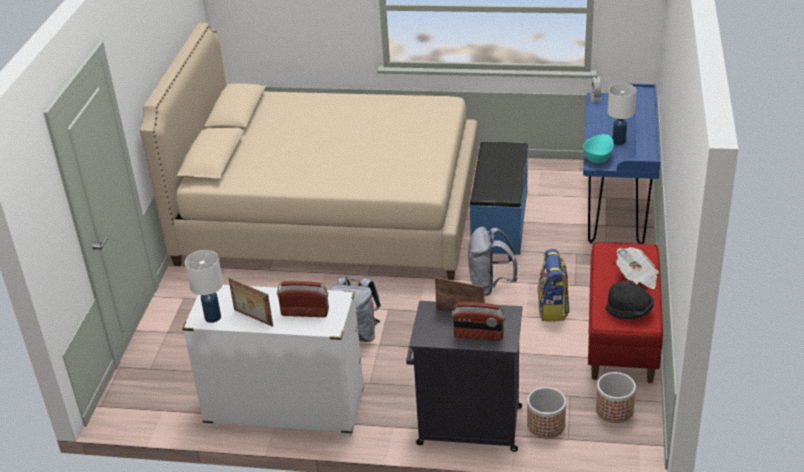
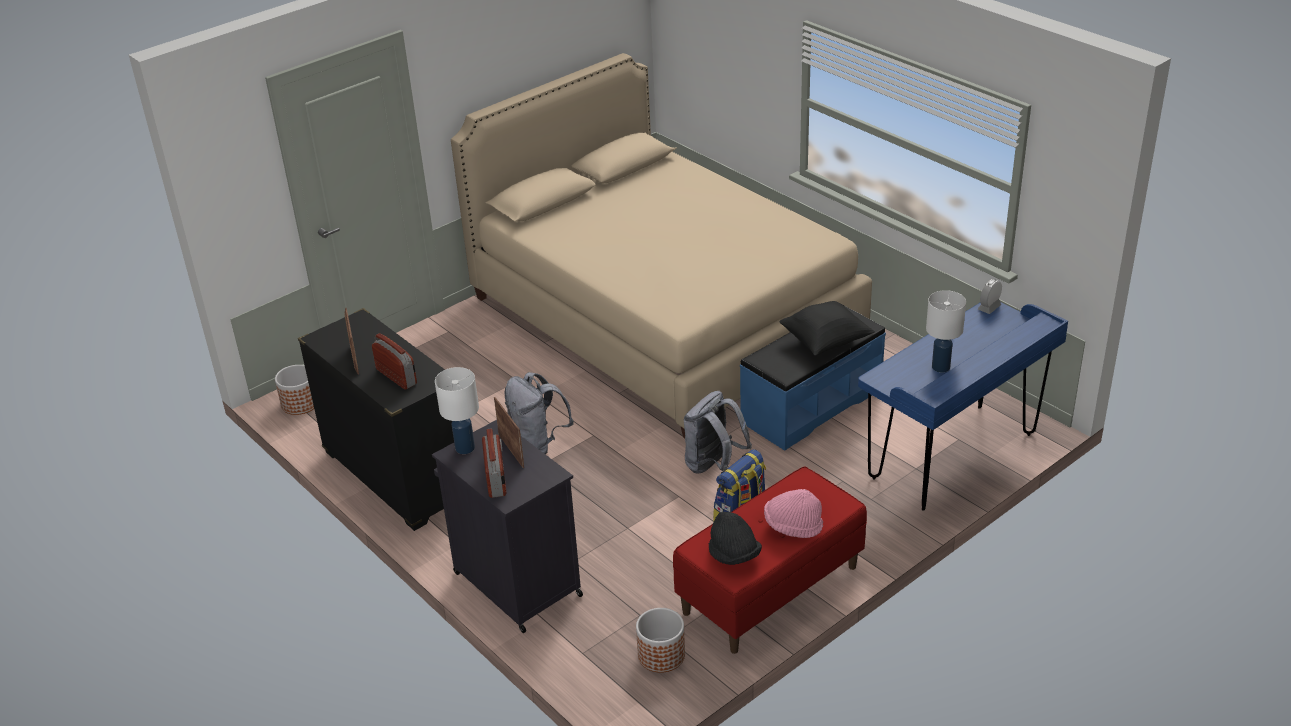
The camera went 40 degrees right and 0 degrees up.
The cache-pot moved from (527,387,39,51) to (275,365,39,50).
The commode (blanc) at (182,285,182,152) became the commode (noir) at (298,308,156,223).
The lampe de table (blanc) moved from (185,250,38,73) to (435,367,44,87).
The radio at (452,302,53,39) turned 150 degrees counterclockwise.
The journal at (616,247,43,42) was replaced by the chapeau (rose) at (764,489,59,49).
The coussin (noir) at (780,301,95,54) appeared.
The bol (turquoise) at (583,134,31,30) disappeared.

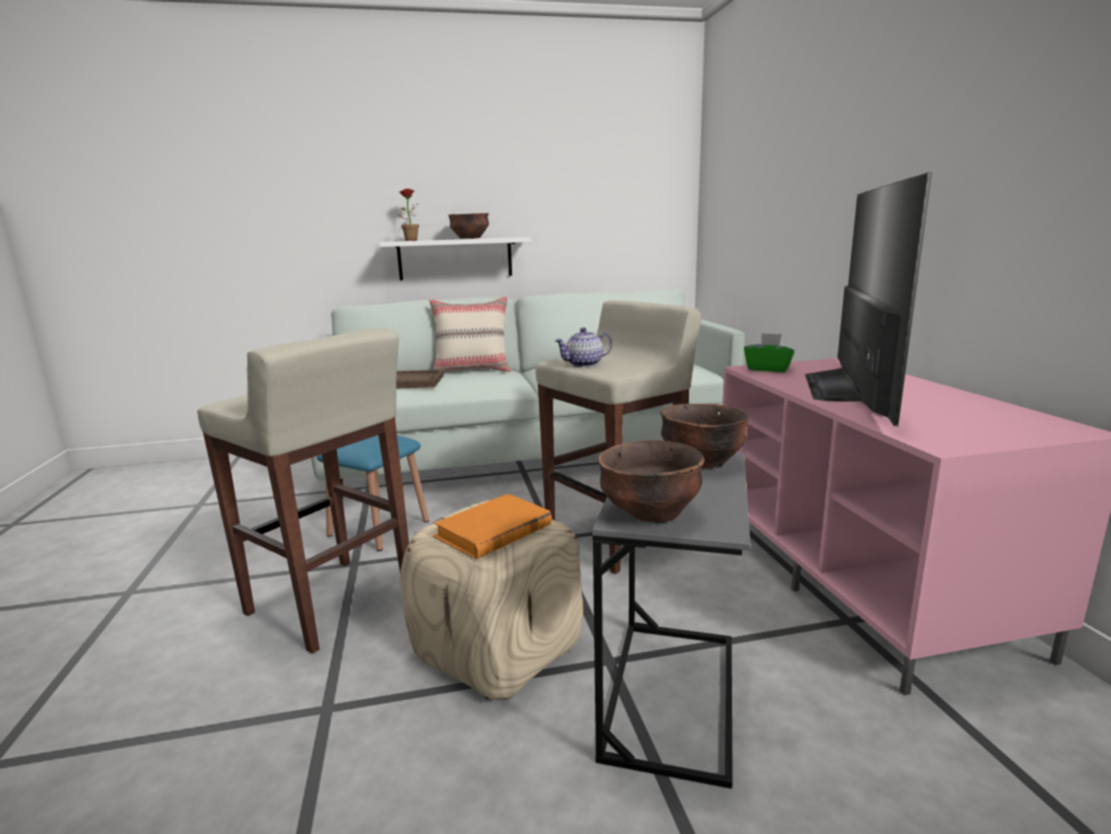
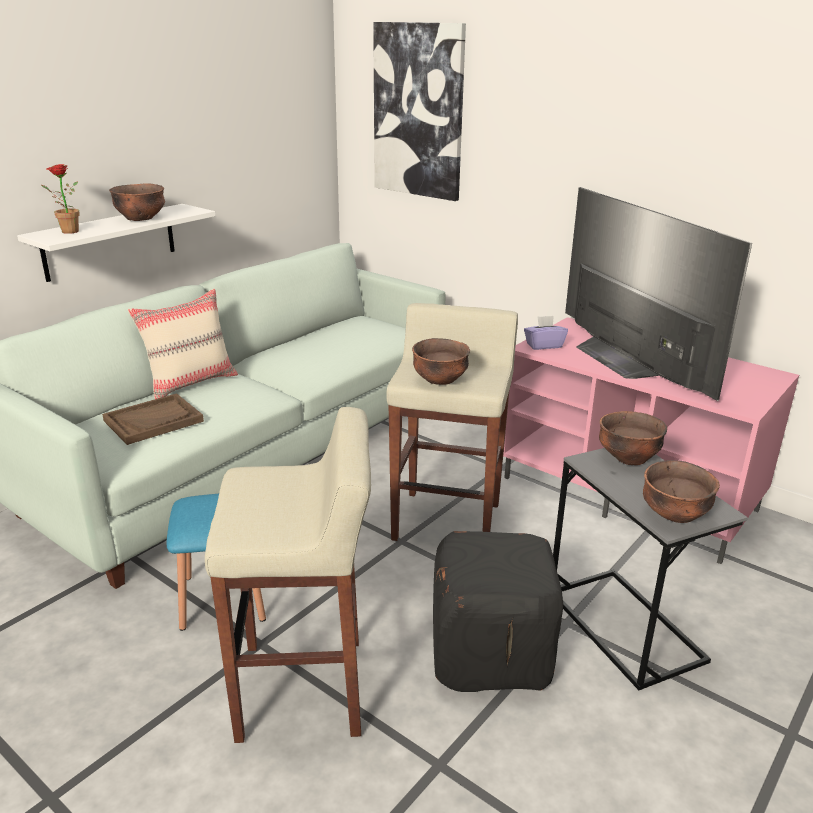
The camera went 40 degrees left and 10 degrees up.
The tableau at (373,22,93,179) appeared.
The théière at (554,328,58,39) was replaced by the bol (marron) at (412,338,58,47).
The pouf (beige) at (400,500,183,200) became the pouf (noir) at (433,531,130,161).
The boîte à mouchoirs (vert) at (744,333,51,39) became the boîte à mouchoirs (violet) at (524,316,44,34).
The livre (orange) at (433,494,119,65) disappeared.

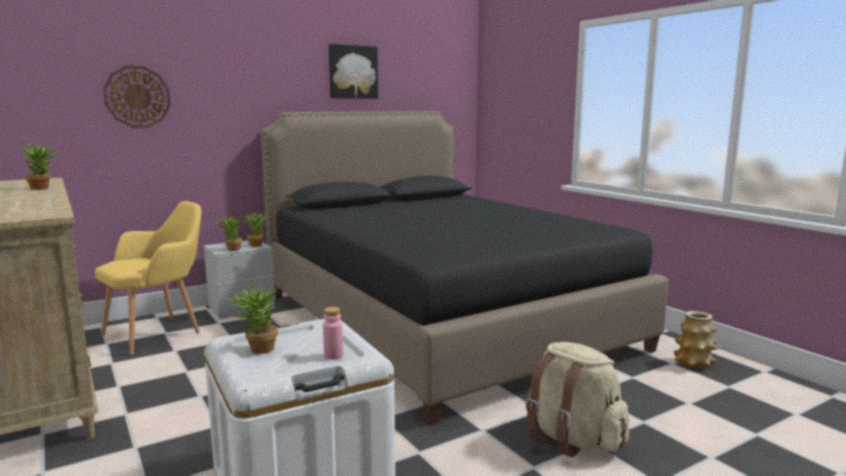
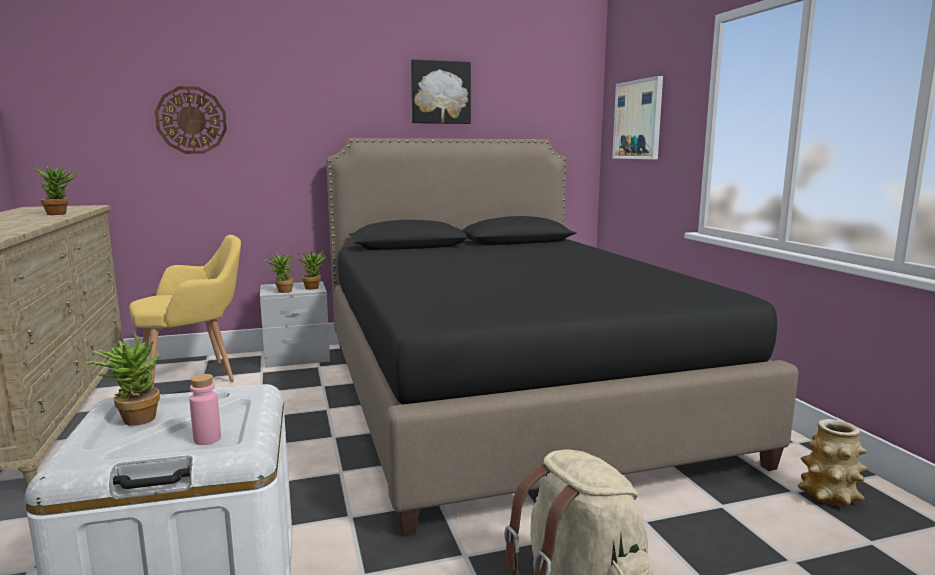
The camera went 15 degrees right and 0 degrees up.
The tableau at (612,76,51,83) appeared.

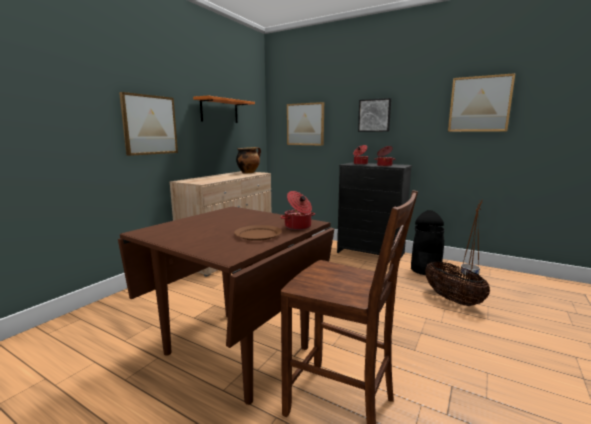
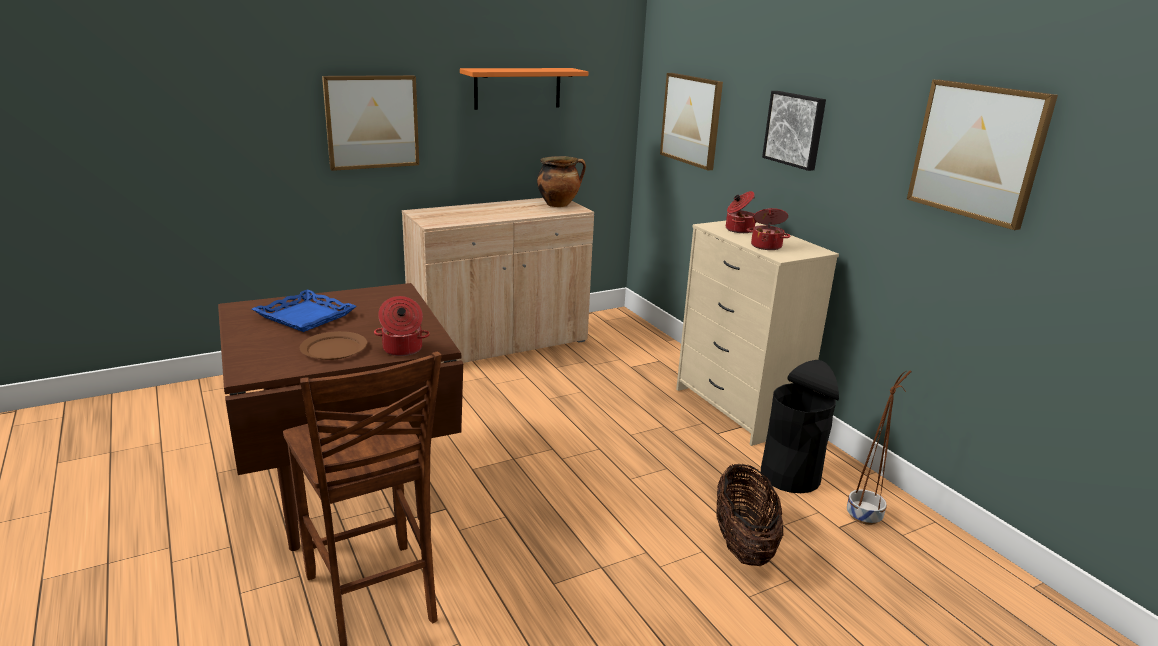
The camera went 30 degrees right and 10 degrees up.
The plateau (bleu) at (252,289,105,43) appeared.
The commode (noir) at (337,162,75,97) became the commode (beige) at (676,221,163,225).

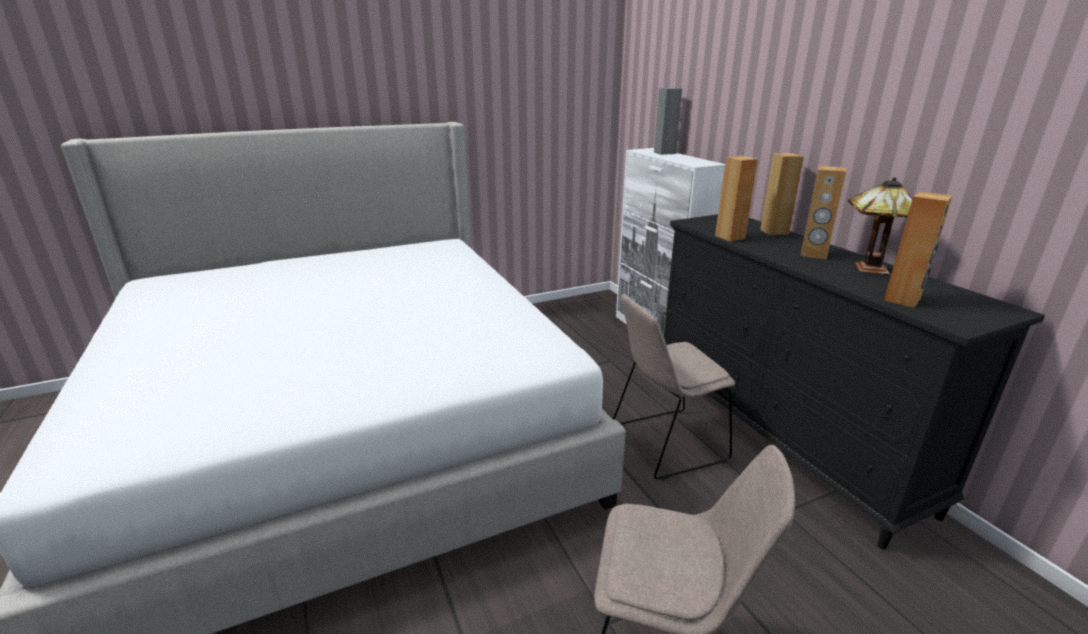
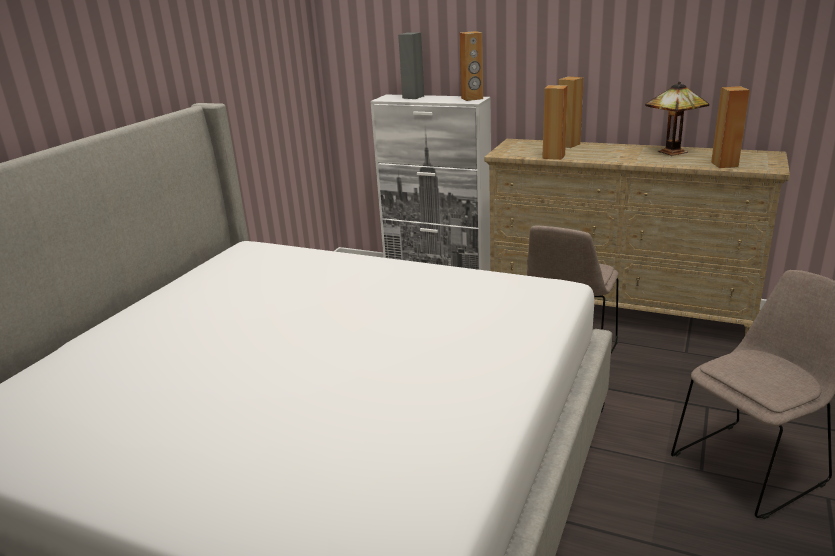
The camera went 40 degrees left and 0 degrees up.
The enceinte (marron) moved from (801,166,45,93) to (459,31,24,70).
The commode (noir) at (664,214,381,336) became the commode (beige) at (484,139,306,196).

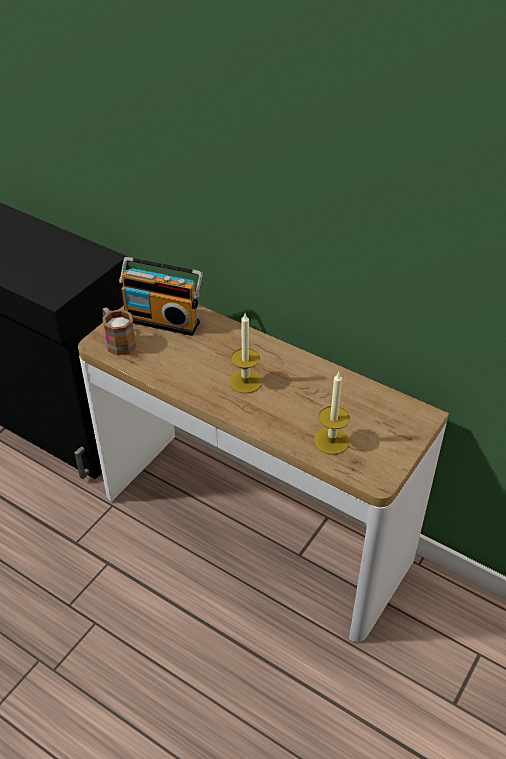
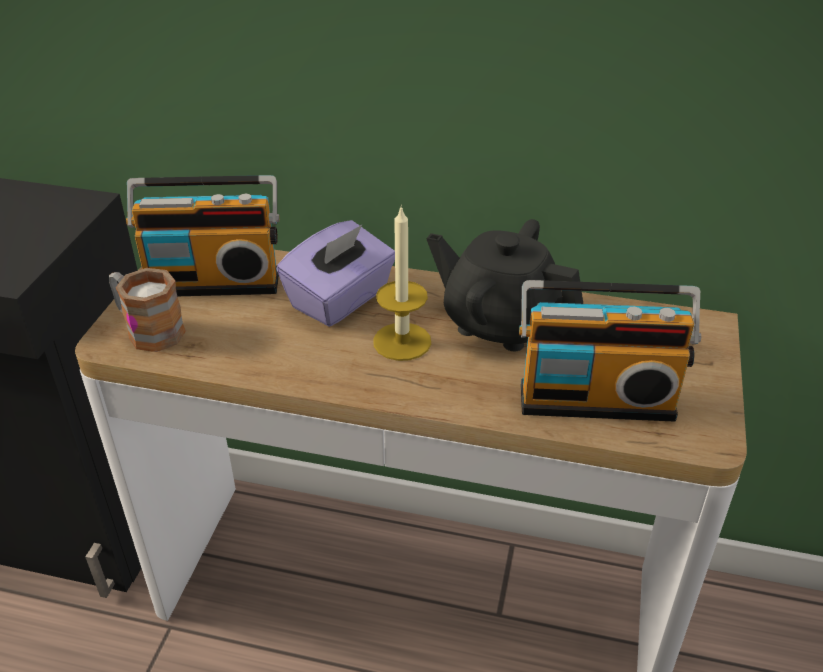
The camera went 20 degrees left and 5 degrees down.
The boîte à mouchoirs (violet) at (277,220,118,107) appeared.
The théière (noir) at (427,219,156,132) appeared.
The bougie at (314,372,36,83) was replaced by the radio at (519,280,182,142).

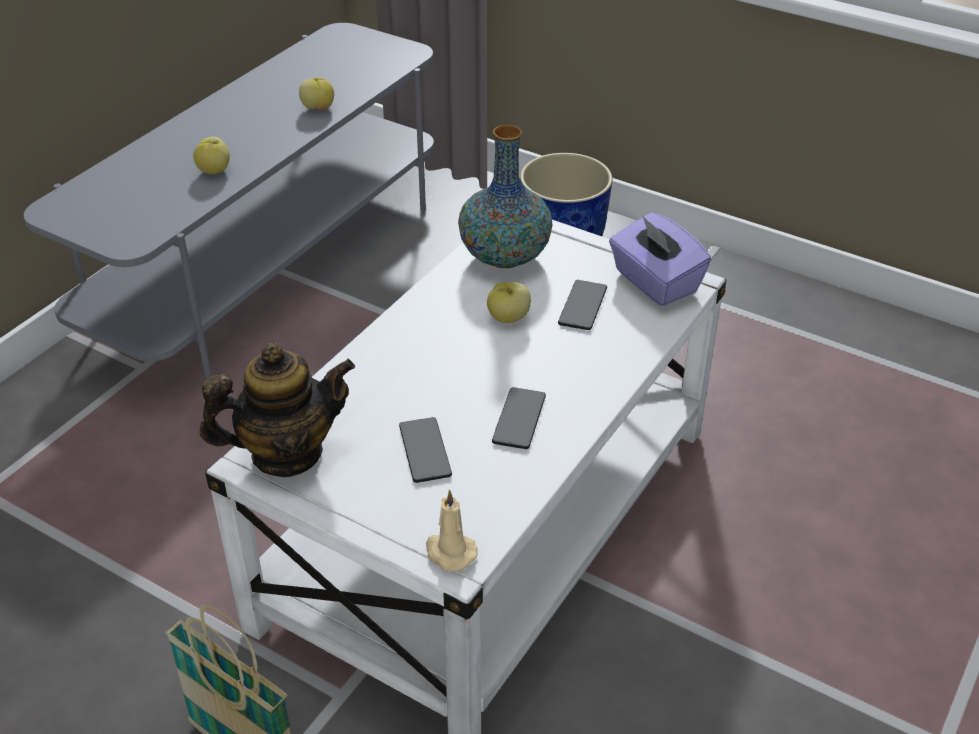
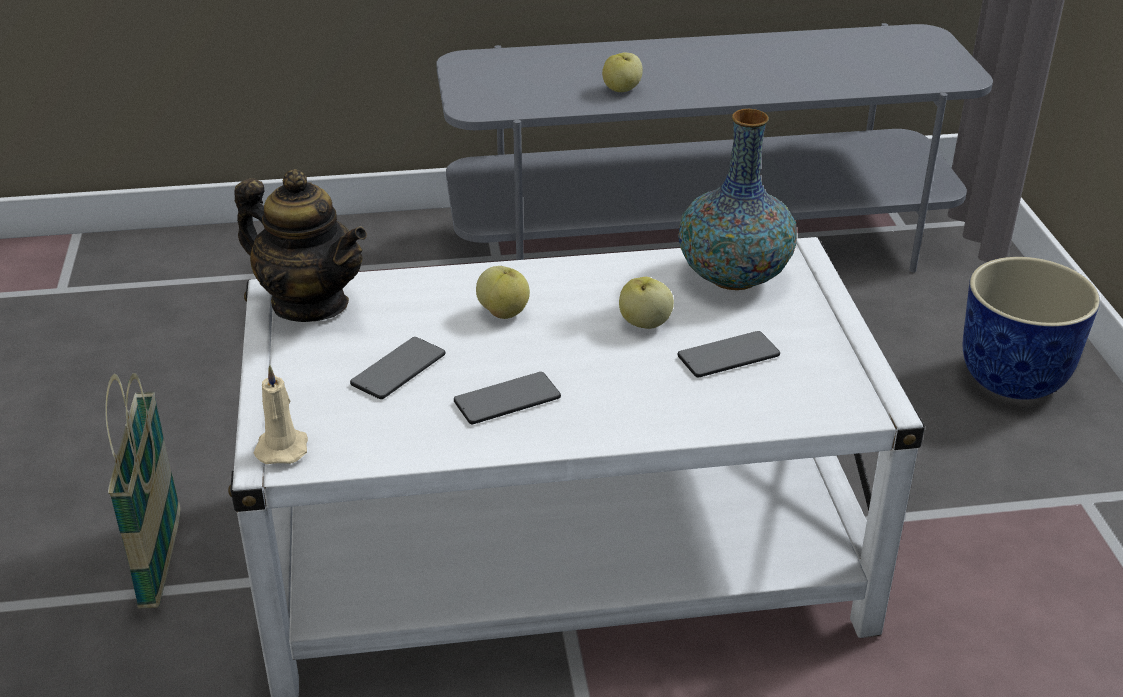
The camera went 50 degrees right and 5 degrees down.
The pomme moved from (299,78,35,32) to (476,266,54,53).
The boîte à mouchoirs (violet) at (609,212,102,94) disappeared.

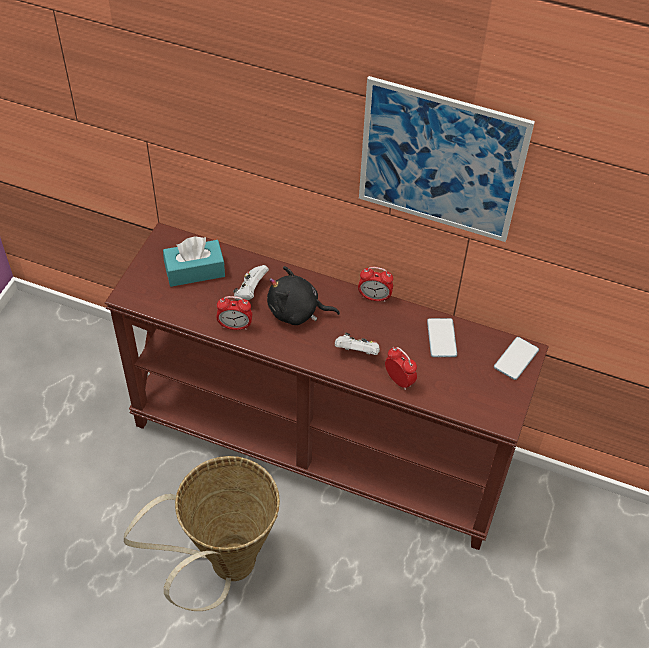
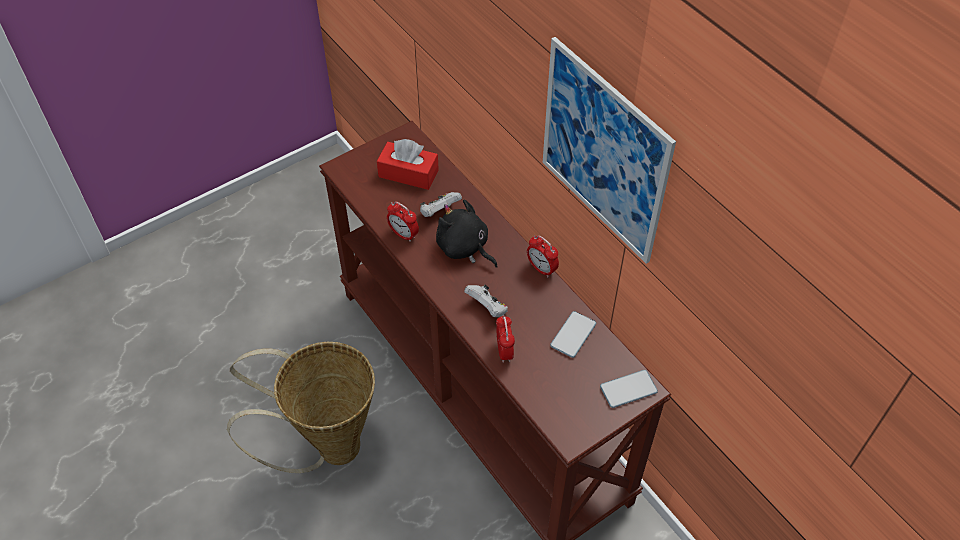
The camera went 35 degrees right and 0 degrees up.
The boîte à mouchoirs (turquoise) at (163,236,62,51) became the boîte à mouchoirs (rouge) at (377,139,62,51).

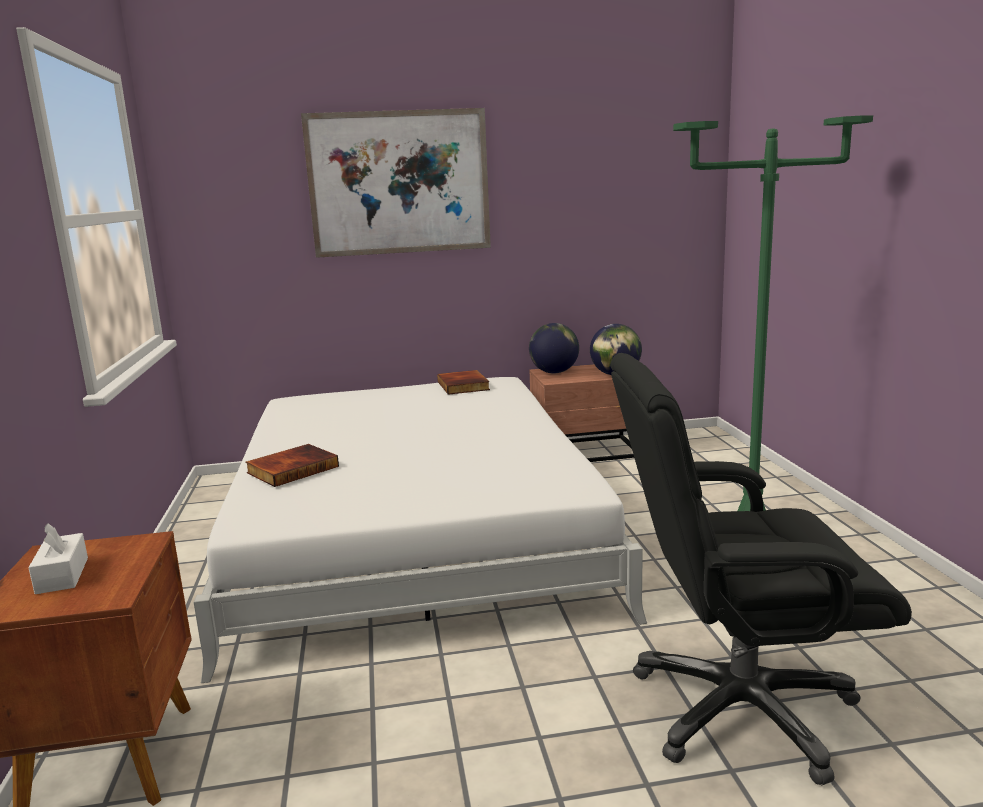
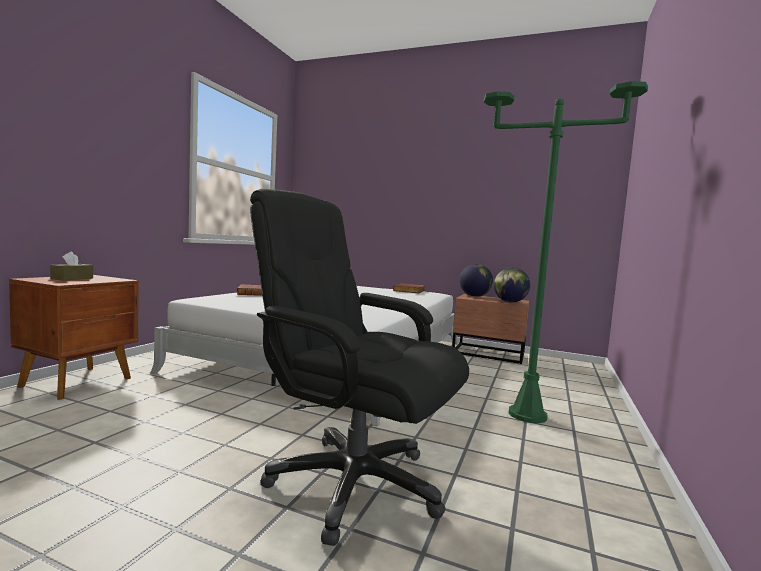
The camera went 30 degrees right and 10 degrees down.
The boîte à mouchoirs (blanc) at (28,523,60,71) became the boîte à mouchoirs (marron) at (50,251,43,30).
The tableau at (301,108,190,150) disappeared.

